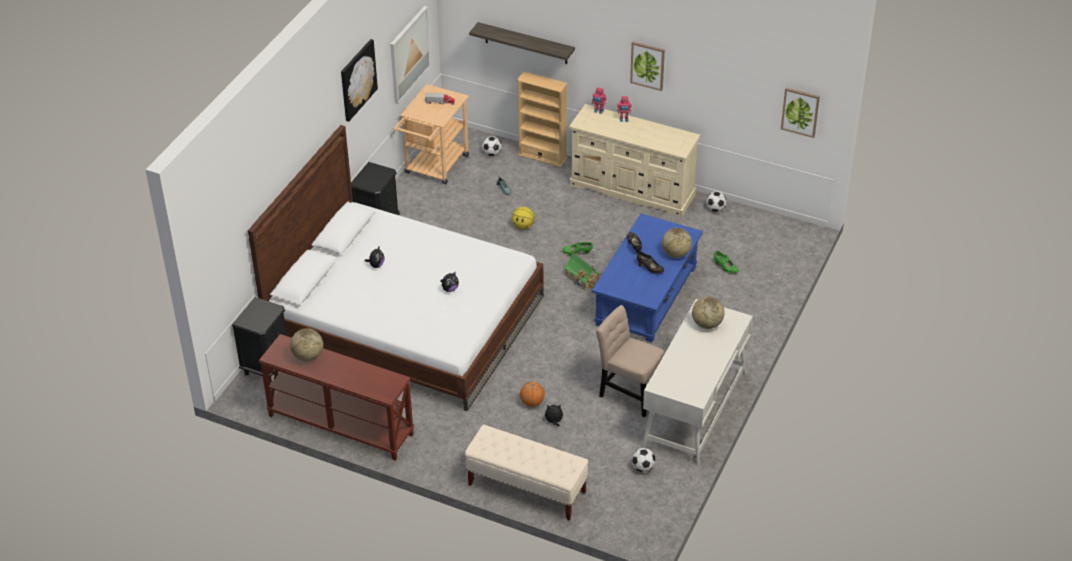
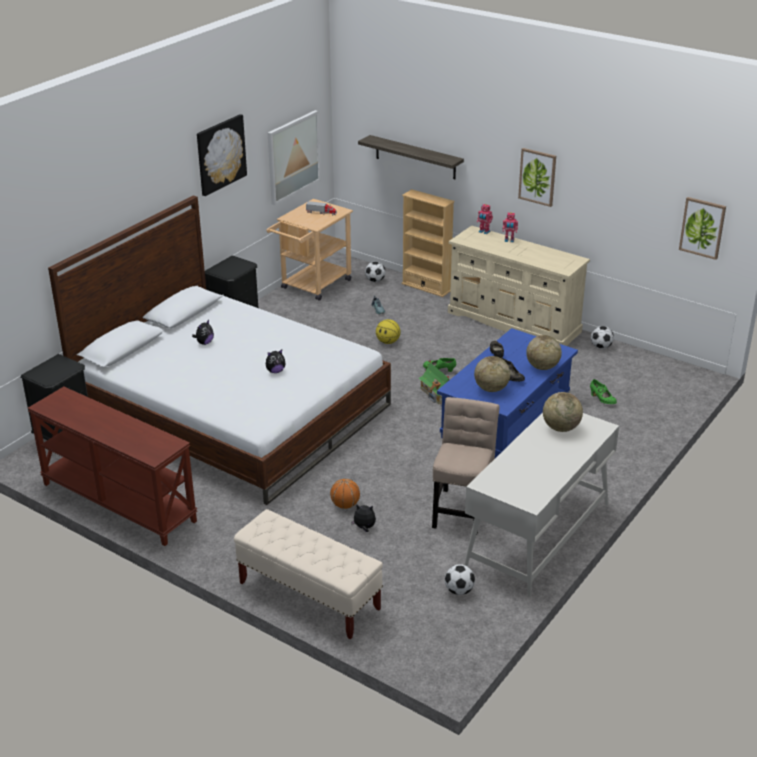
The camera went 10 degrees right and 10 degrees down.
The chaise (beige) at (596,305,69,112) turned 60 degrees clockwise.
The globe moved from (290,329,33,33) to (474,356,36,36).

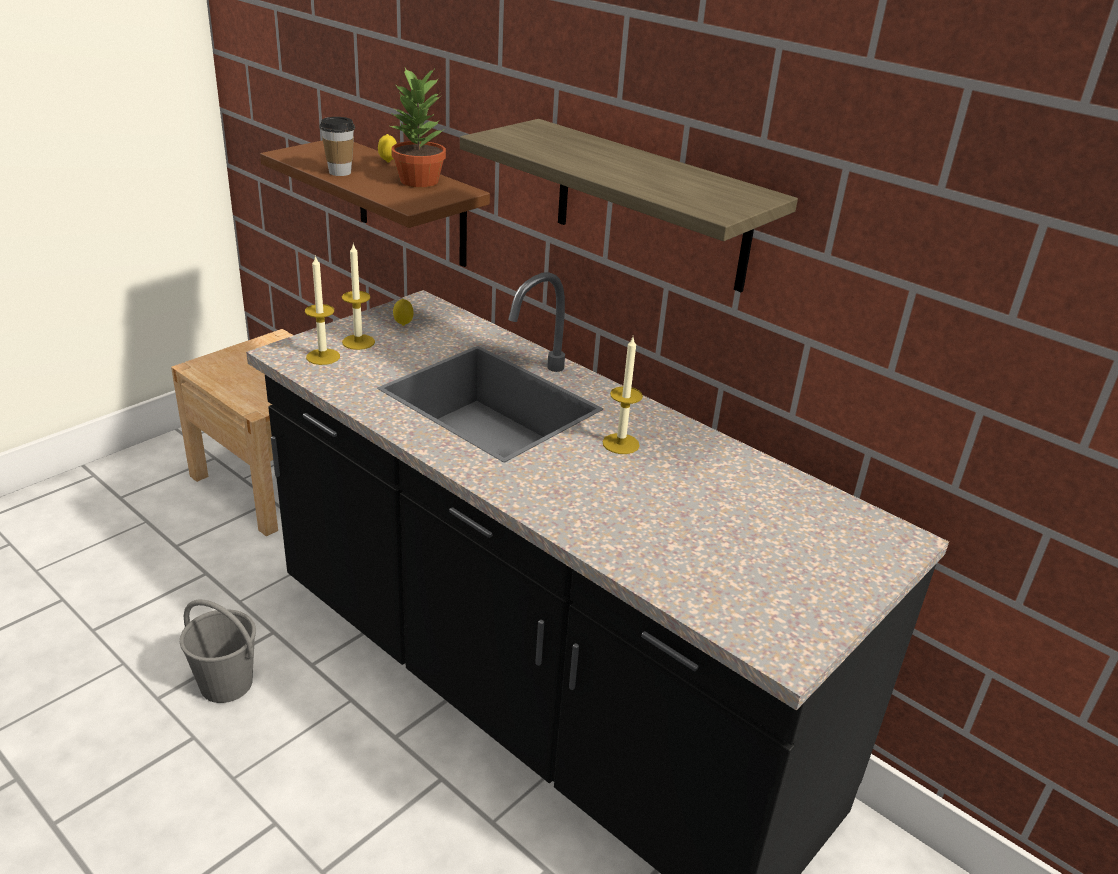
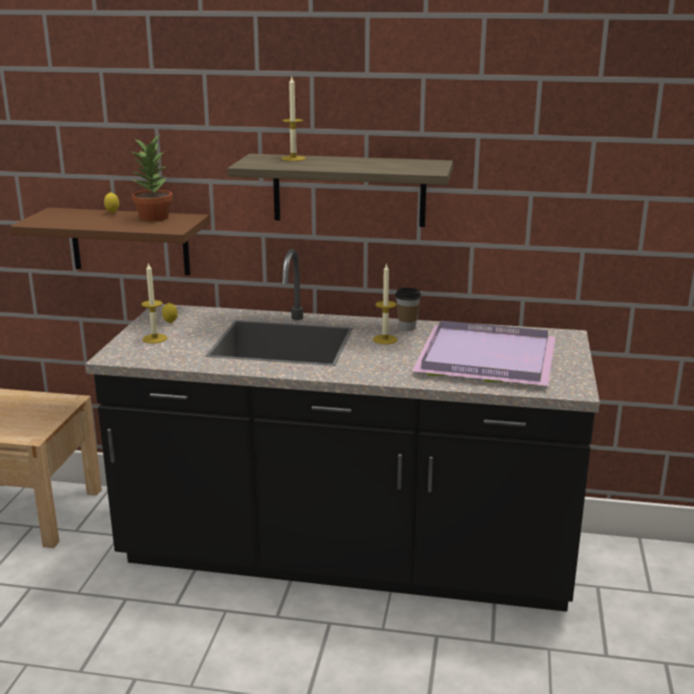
The camera went 30 degrees left and 10 degrees down.
The bougie moved from (305,255,35,110) to (281,77,25,84).
The tasse moved from (319,117,36,59) to (395,288,26,43).
The plateau (violet) at (412,321,144,65) appeared.
The seau (gris) at (180,600,76,103) disappeared.

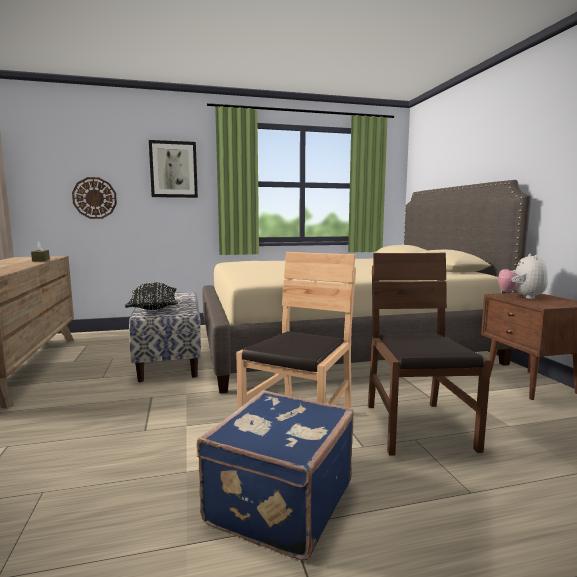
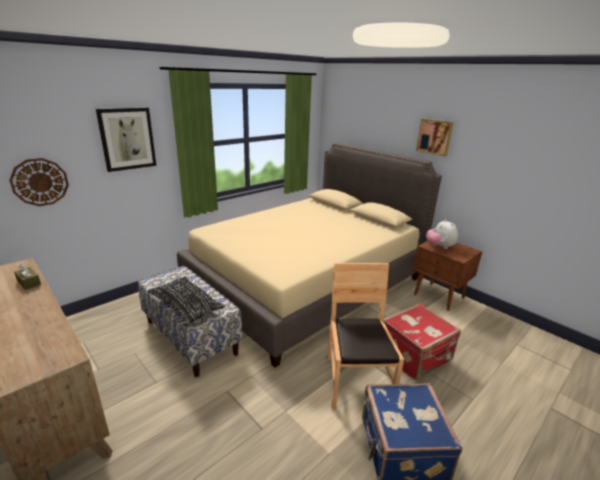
The camera went 30 degrees left and 15 degrees up.
The chaise (marron) at (368,253,123,203) was replaced by the valise (rouge) at (383,303,78,77).
The tableau at (416,119,38,37) appeared.

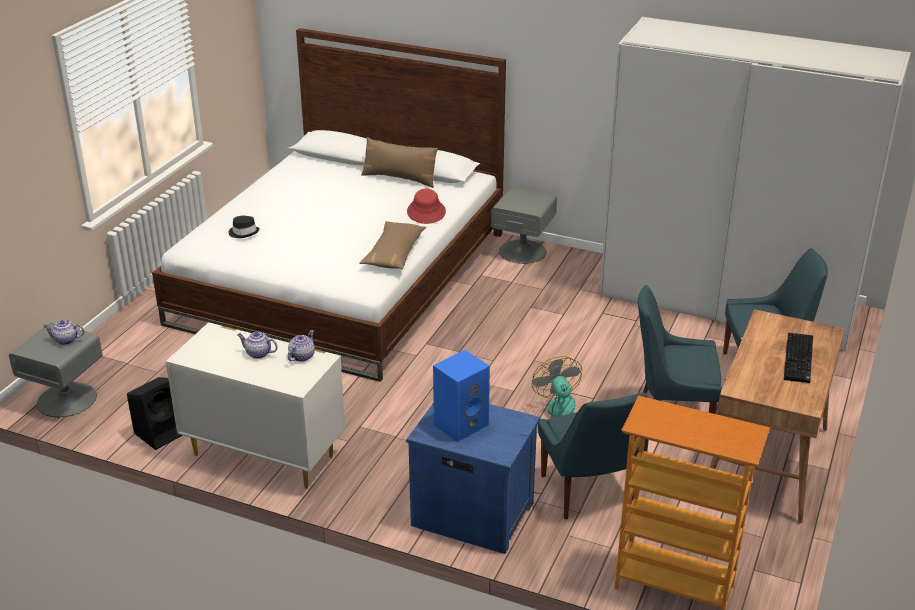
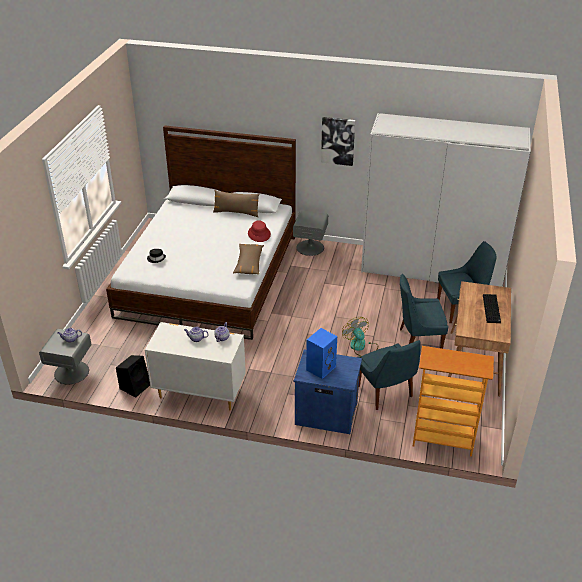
The camera went 10 degrees left and 5 degrees up.
The tableau at (321,117,34,49) appeared.

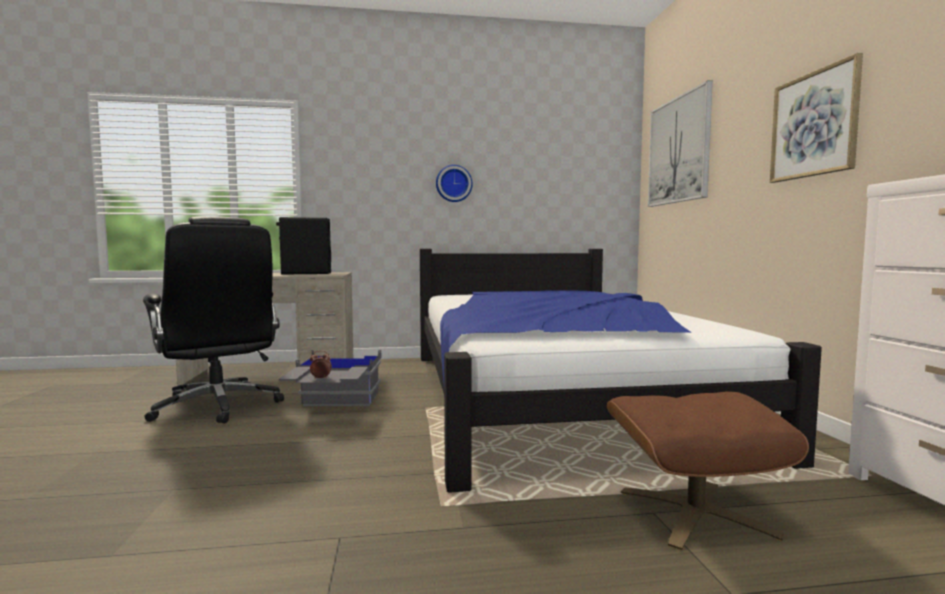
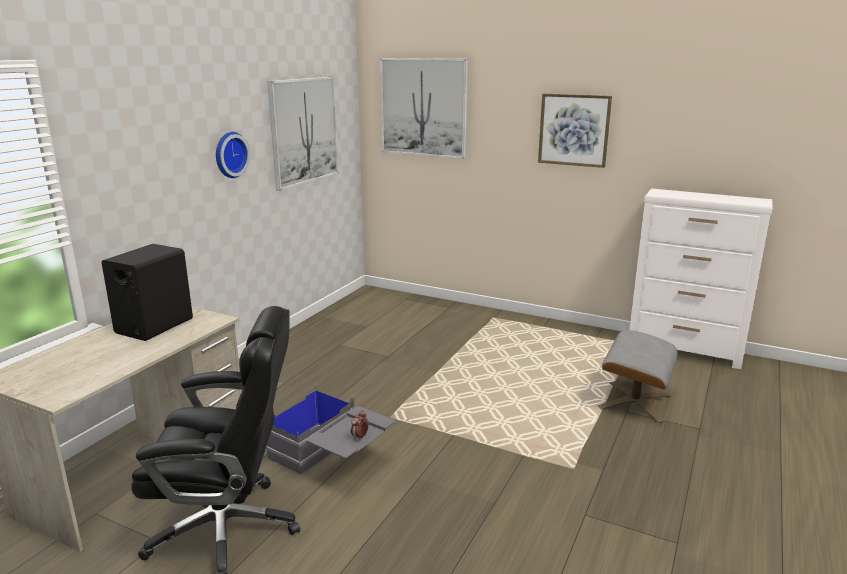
The camera went 55 degrees left and 15 degrees up.
The tableau at (267,77,72,114) appeared.
The pouf (marron) at (607,392,202,158) became the pouf (gris) at (598,330,79,93).
The lit at (420,249,402,244) disappeared.

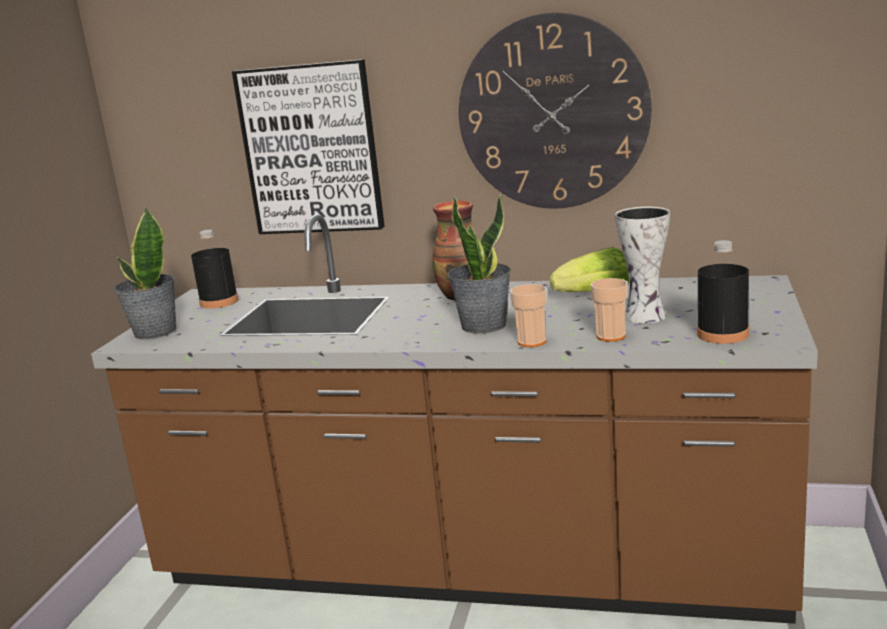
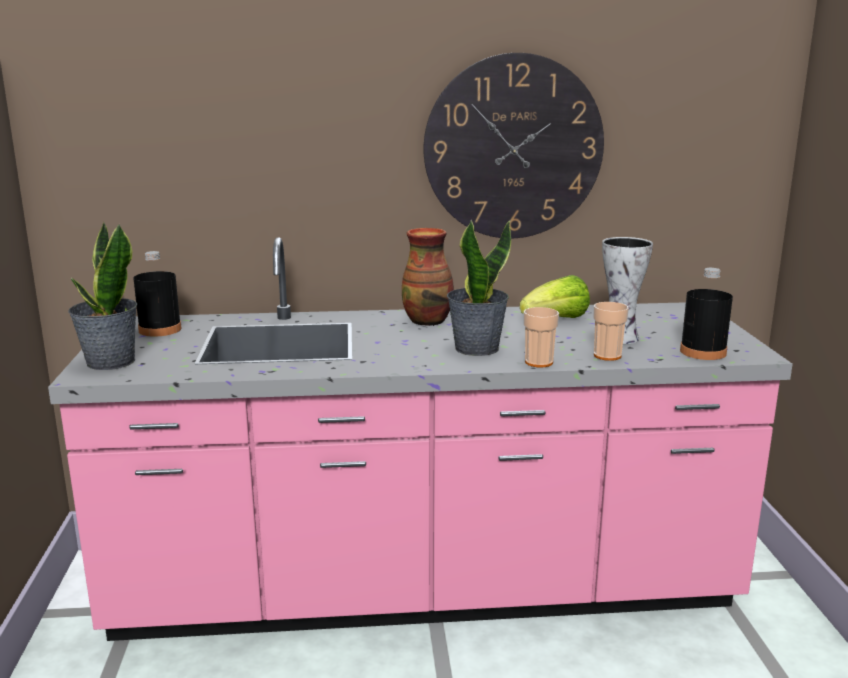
The camera went 20 degrees left and 0 degrees up.
The comptoir de cuisine (marron) at (91,214,727,410) became the comptoir de cuisine (rose) at (48,238,745,403).
The tableau at (232,59,153,175) disappeared.

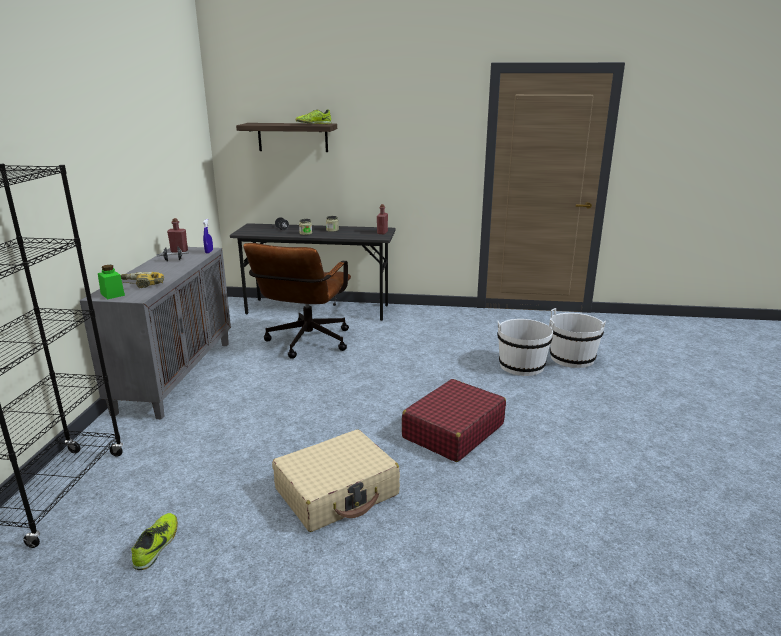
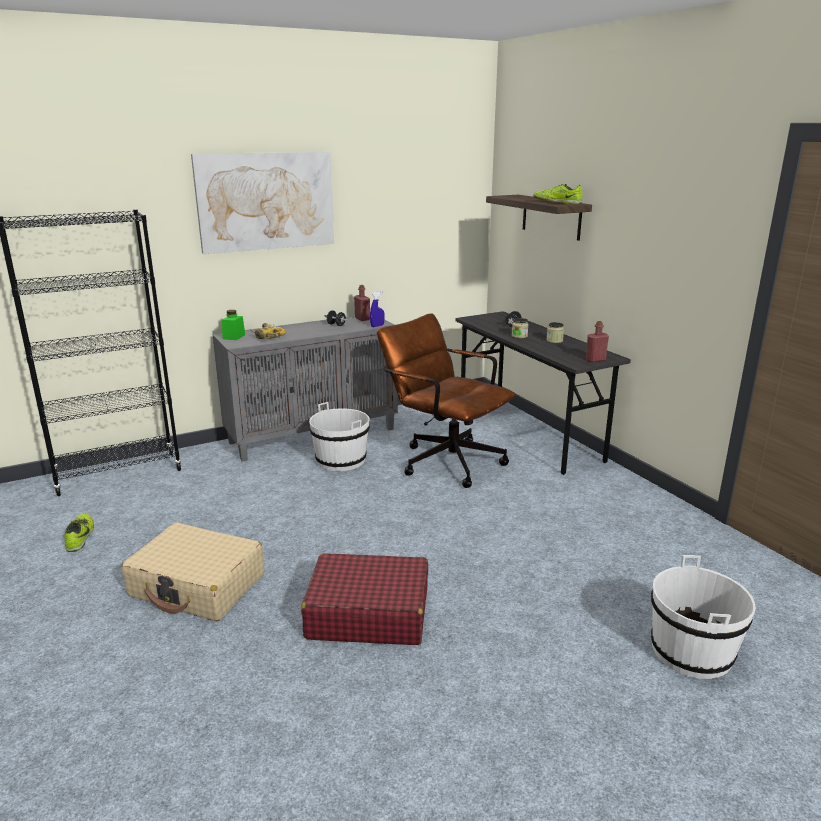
The camera went 55 degrees right and 0 degrees up.
The chaussure at (131,513,47,57) turned 75 degrees counterclockwise.
The tableau at (191,152,143,102) appeared.
The seau (blanc) moved from (497,319,58,57) to (309,402,61,69).
The chaise de bureau (marron) at (243,243,108,116) turned 60 degrees clockwise.

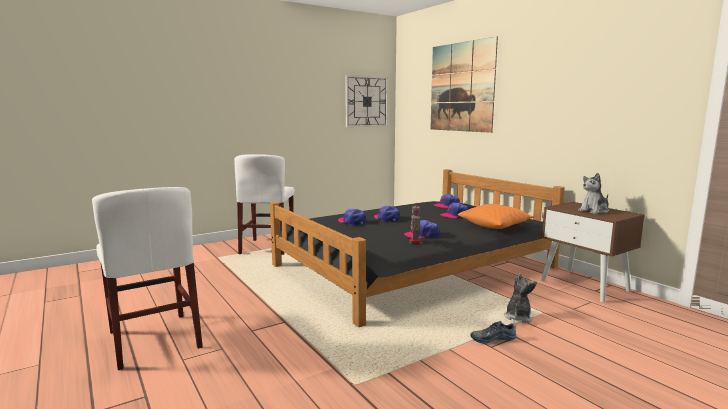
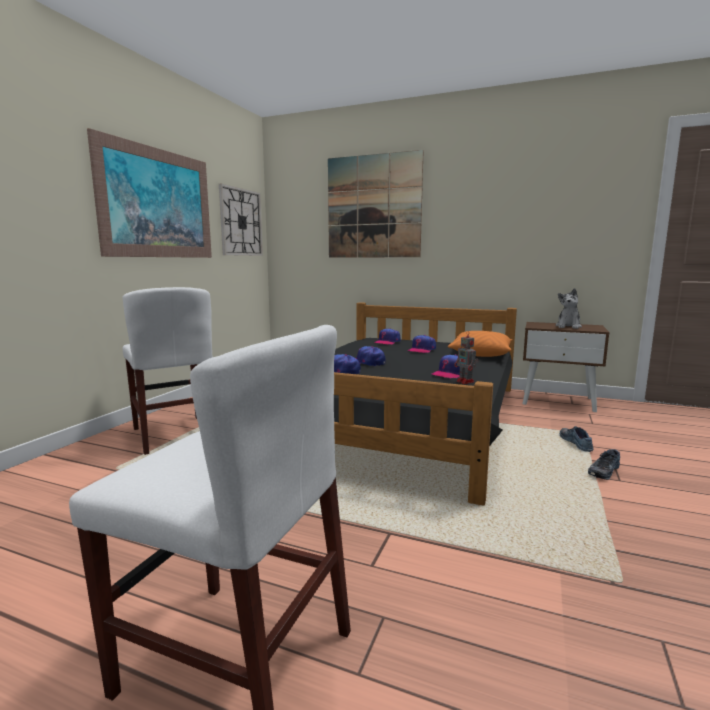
The camera went 35 degrees left and 0 degrees up.
The tableau at (87,128,125,130) appeared.
The peluche at (504,273,33,50) was replaced by the chaussure at (560,426,34,26).

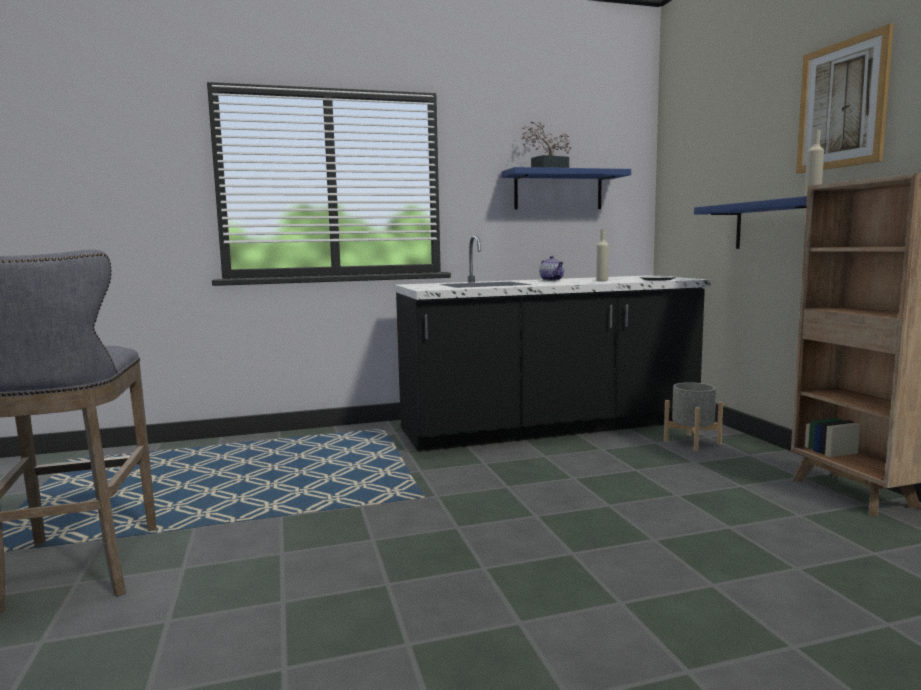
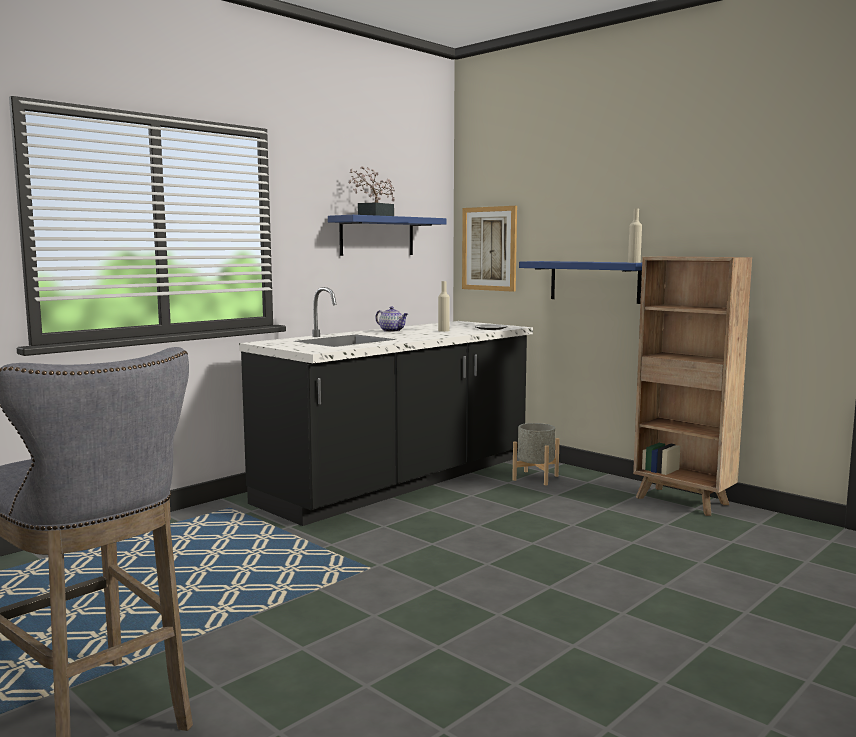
The camera went 30 degrees left and 0 degrees up.
The tableau moved from (796,24,98,149) to (462,206,55,86).

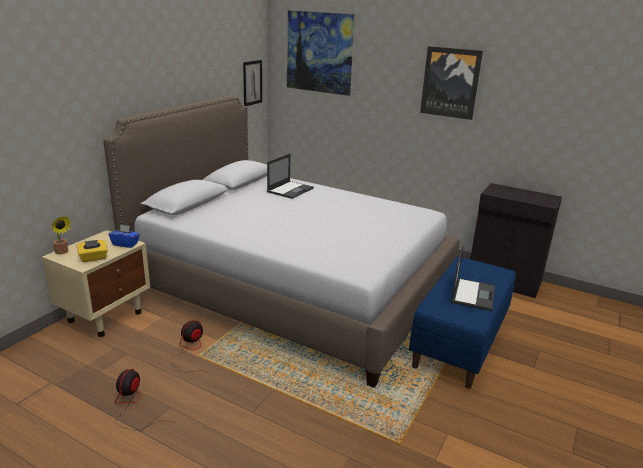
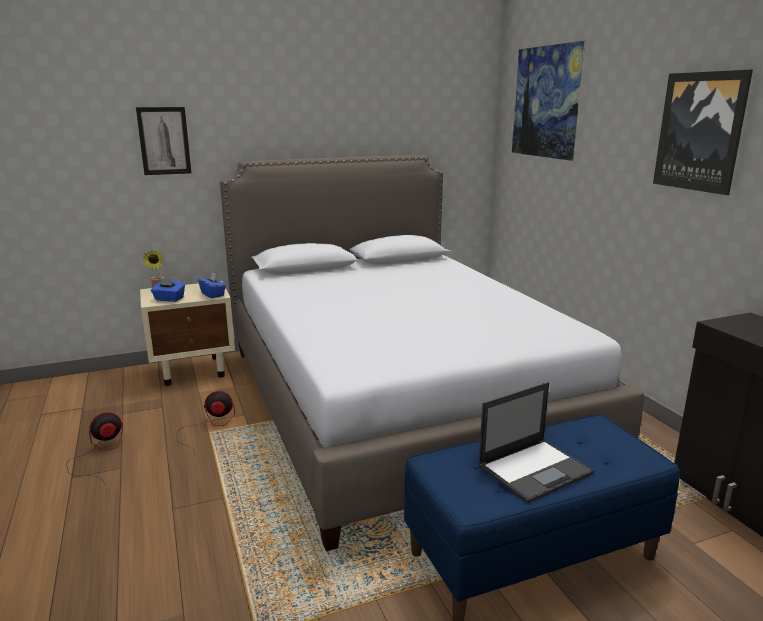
The camera went 40 degrees right and 5 degrees down.
The tableau moved from (243,60,19,46) to (136,107,55,68).
The boîte à mouchoirs (jaune) at (77,240,31,22) became the boîte à mouchoirs (bleu) at (151,278,34,24).
The ordinateur portable at (267,154,47,45) disappeared.

